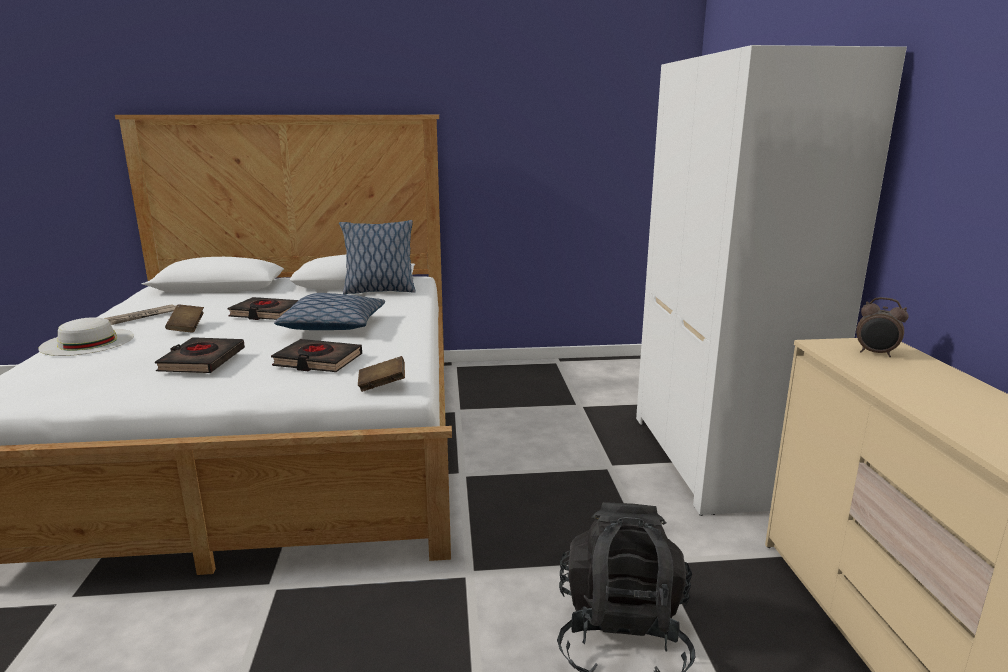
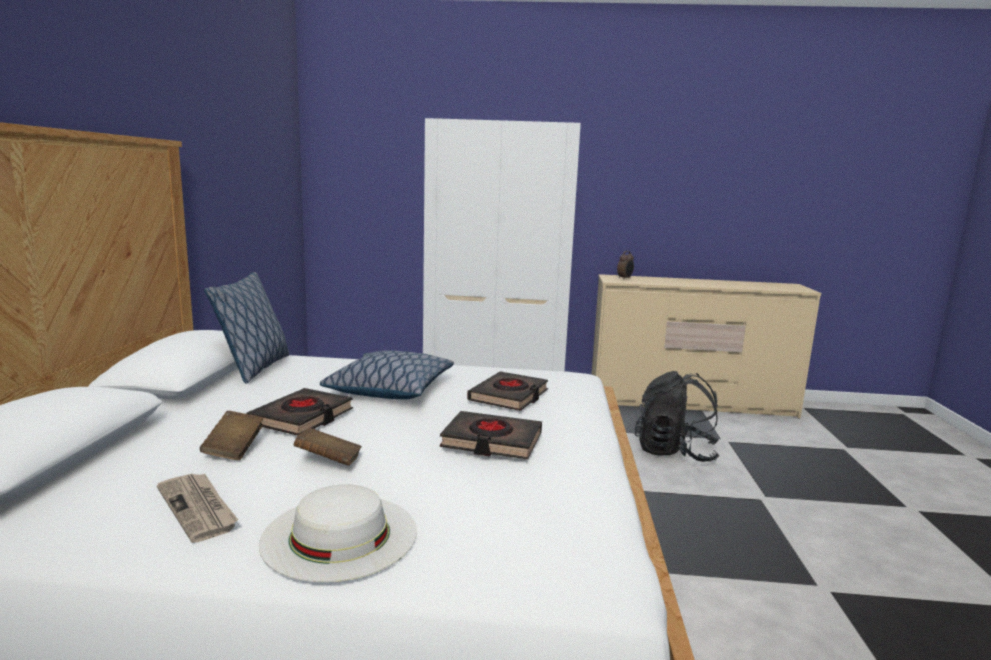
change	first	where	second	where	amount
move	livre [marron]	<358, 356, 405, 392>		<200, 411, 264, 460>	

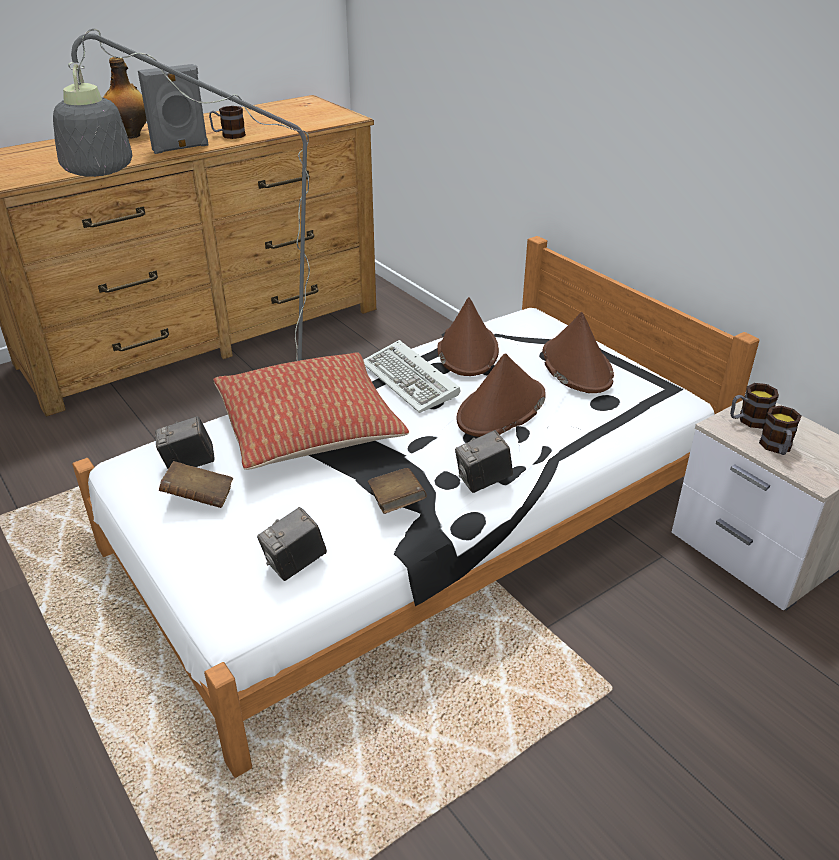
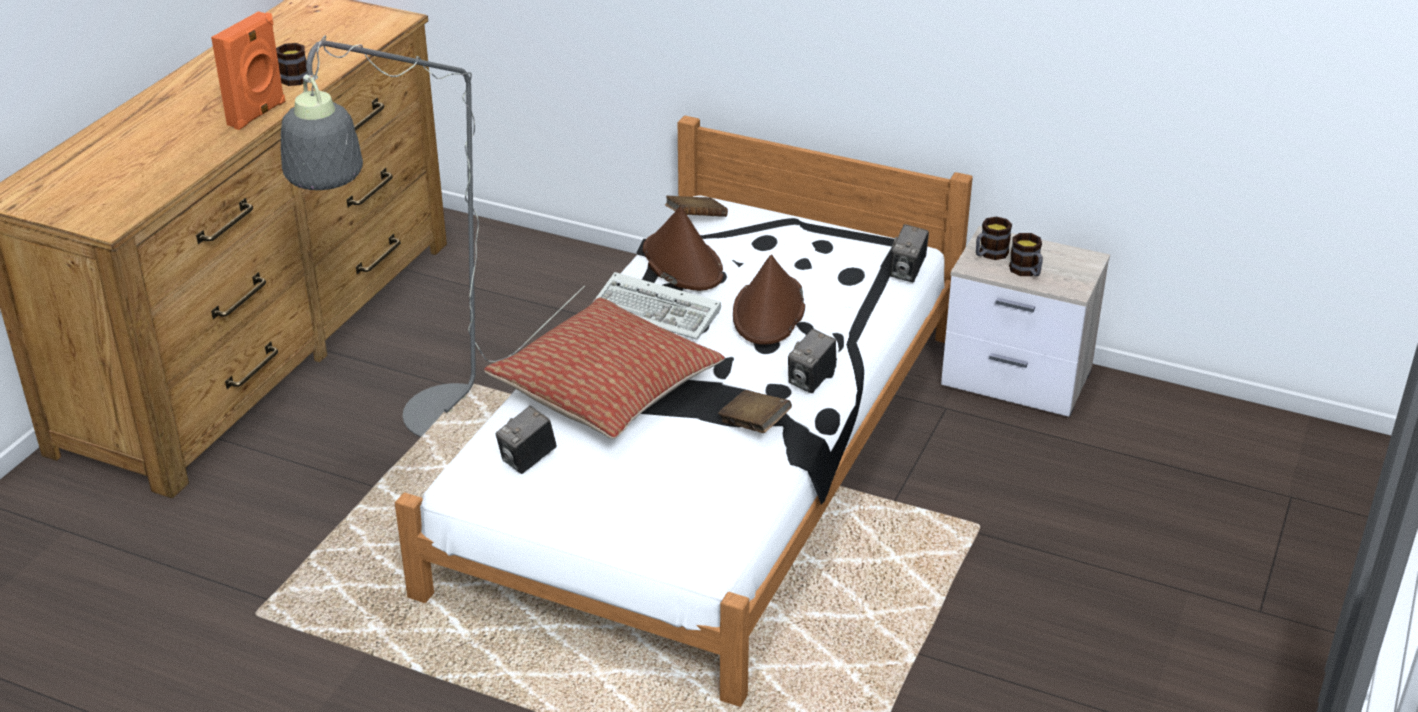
change	first	where	second	where	amount
delete	bouteille	<103, 57, 147, 139>			
delete	chapeau [marron]	<542, 312, 614, 393>			
move	livre [marron]	<159, 461, 233, 508>		<665, 196, 728, 217>	
move	appareil photo	<257, 507, 327, 581>		<889, 224, 929, 282>	
recolor	enceinte [gris]	<138, 64, 209, 154>	enceinte [orange]	<211, 11, 285, 130>	

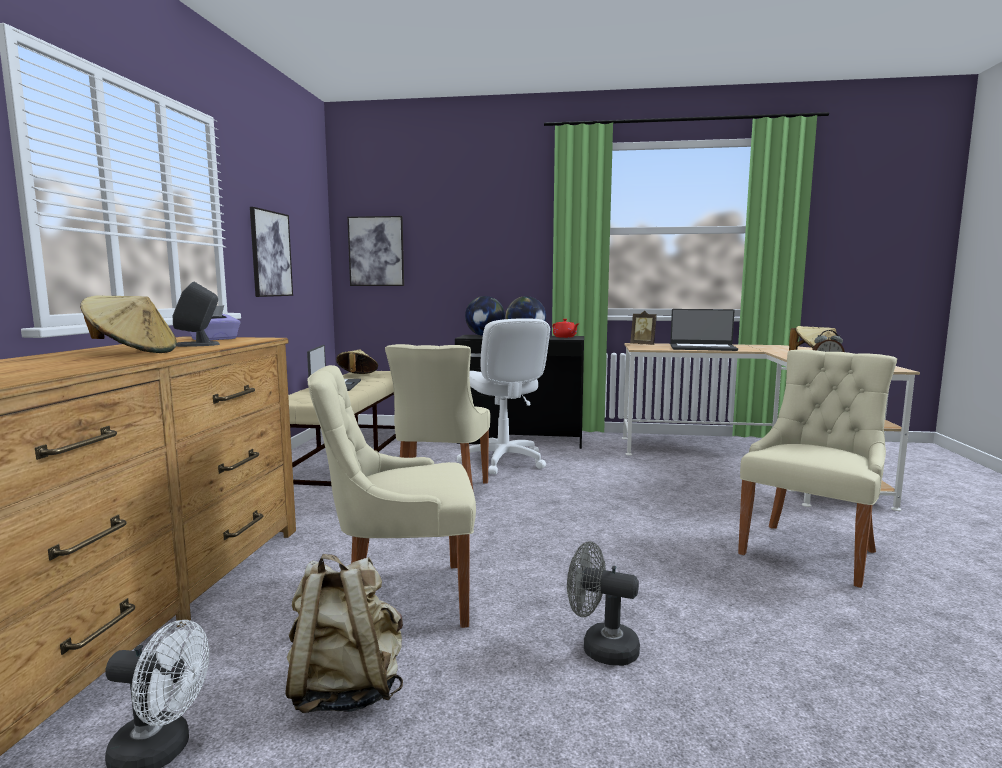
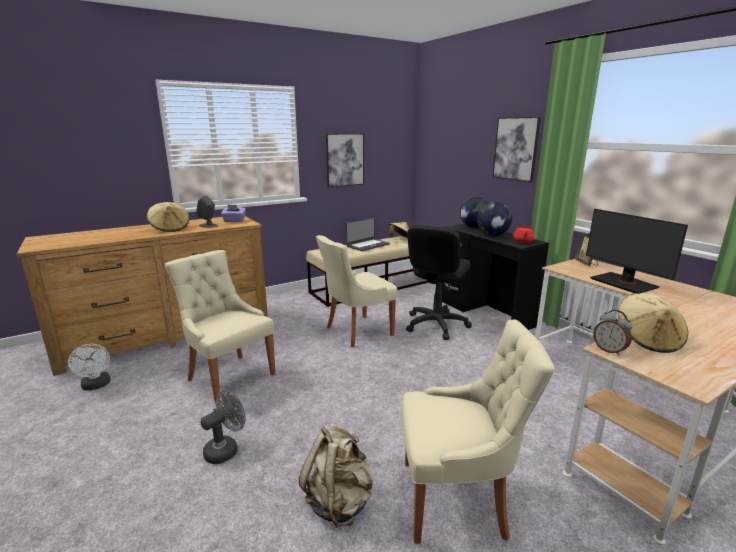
change	first	where	second	where	amount
move	sac à dos [beige]	<285, 554, 403, 713>		<299, 423, 373, 528>	
move	tableau	<347, 216, 404, 286>		<493, 117, 541, 182>	
replace	ordinateur portable	<670, 309, 738, 351>	écran d'ordinateur	<586, 209, 688, 294>	
recolor	chaise de bureau [blanc]	<457, 318, 550, 474>	chaise de bureau [noir]	<406, 225, 472, 340>	
rotate	ventilateur [gris]	<567, 541, 640, 666>		<201, 390, 246, 464>	60 degrees clockwise

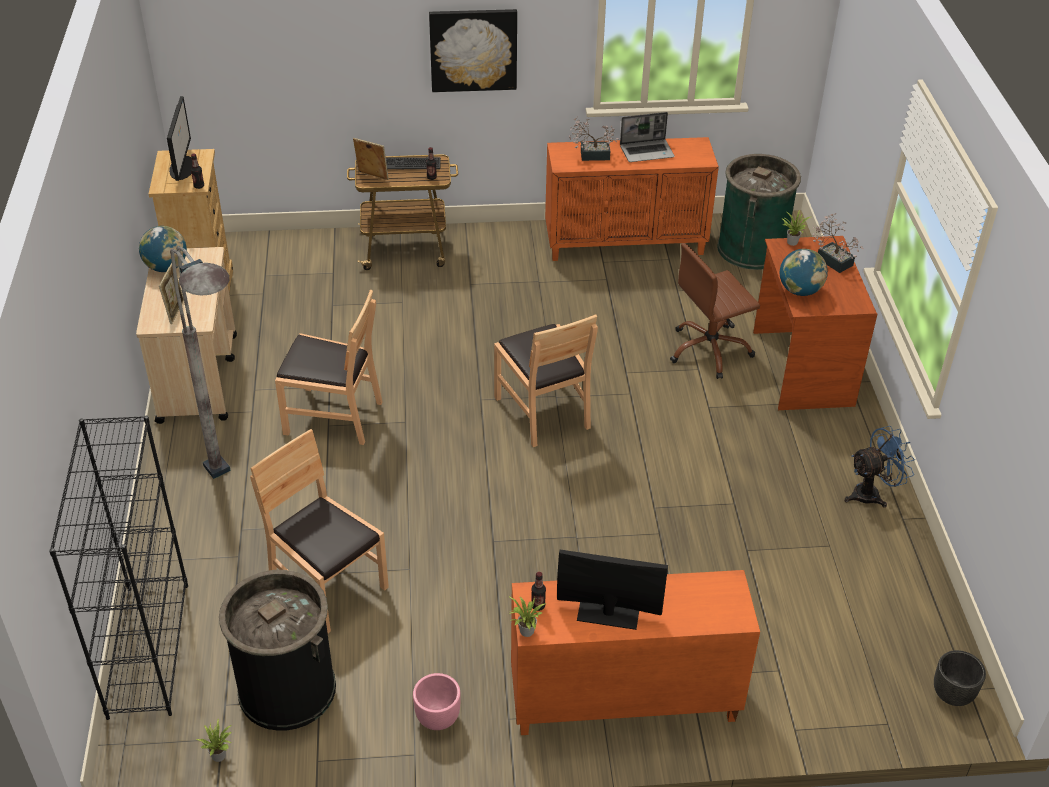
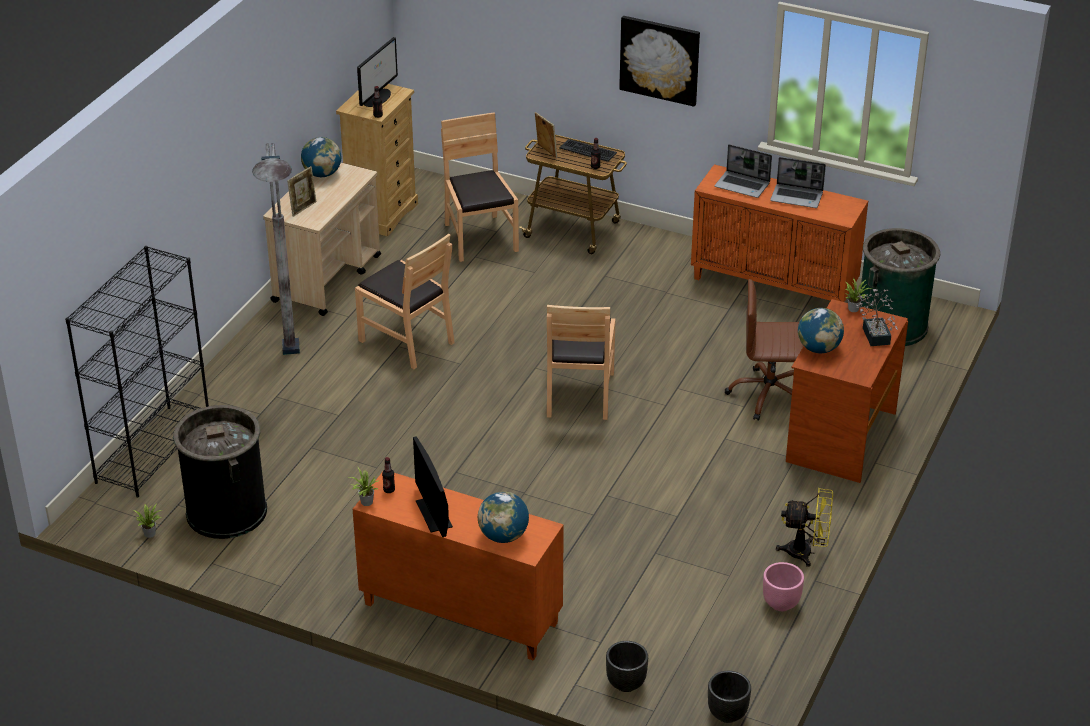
change	first	where	second	where	amount
insert			globe	<478, 492, 529, 543>	
insert			cache-pot [noir]	<606, 641, 648, 692>	
move	chaise [marron]	<250, 429, 389, 633>		<441, 112, 519, 262>	
move	cache-pot [rose]	<413, 673, 461, 730>		<763, 562, 804, 611>	
replace	plante en pot	<569, 116, 619, 161>	ordinateur portable	<714, 144, 772, 198>	
recolor	ventilateur [bleu]	<844, 426, 915, 508>	ventilateur [jaune]	<776, 488, 833, 567>	
rotate	écran d'ordinateur	<557, 550, 668, 630>		<413, 436, 453, 537>	150 degrees counterclockwise

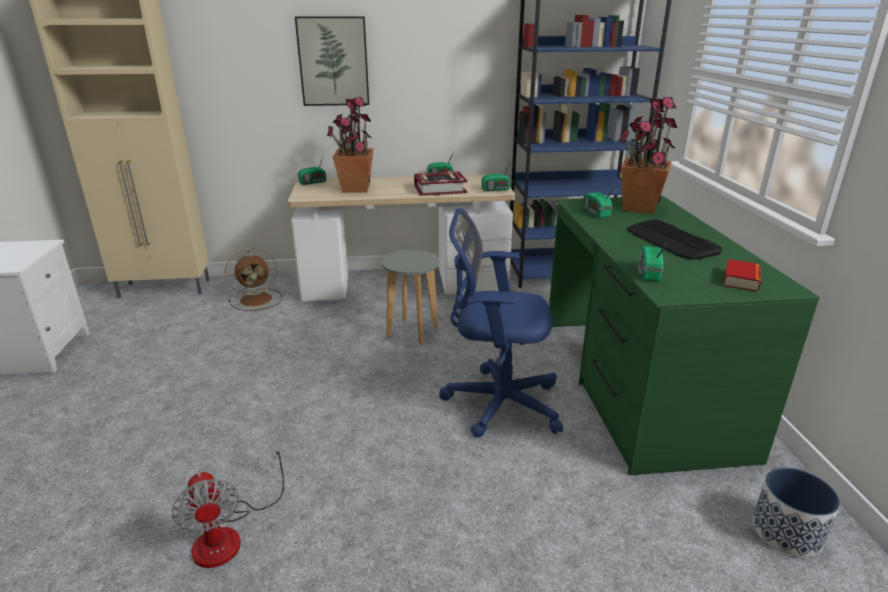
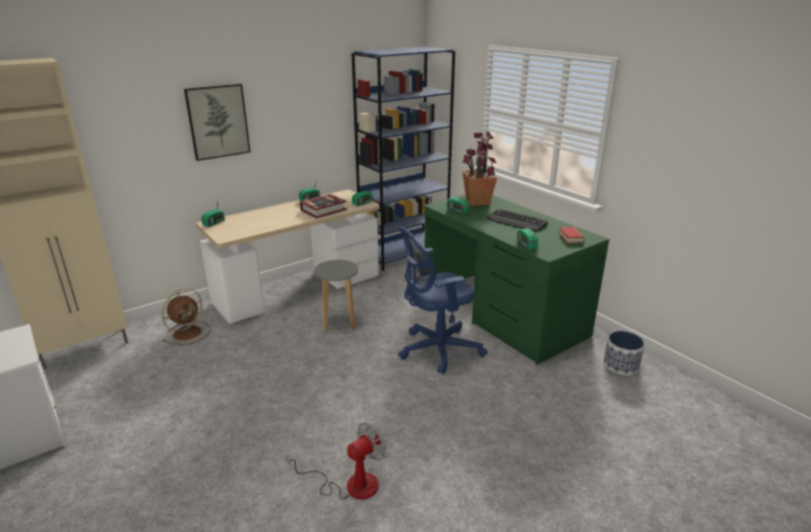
change	first	where	second	where	amount
delete	plante en pot	<327, 97, 373, 193>			
rotate	ventilateur	<171, 443, 284, 568>		<286, 422, 386, 500>	75 degrees counterclockwise

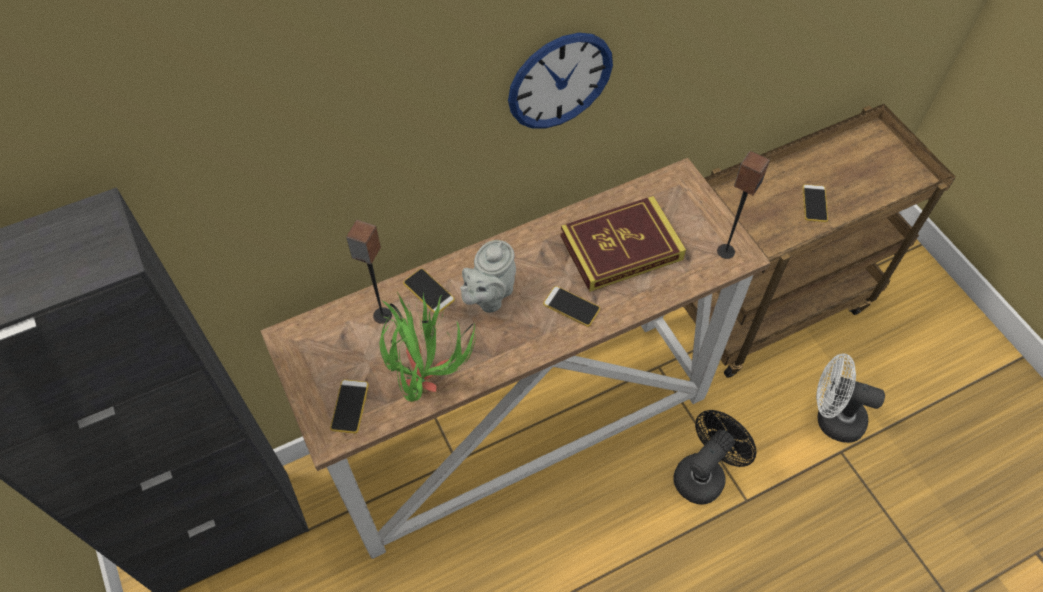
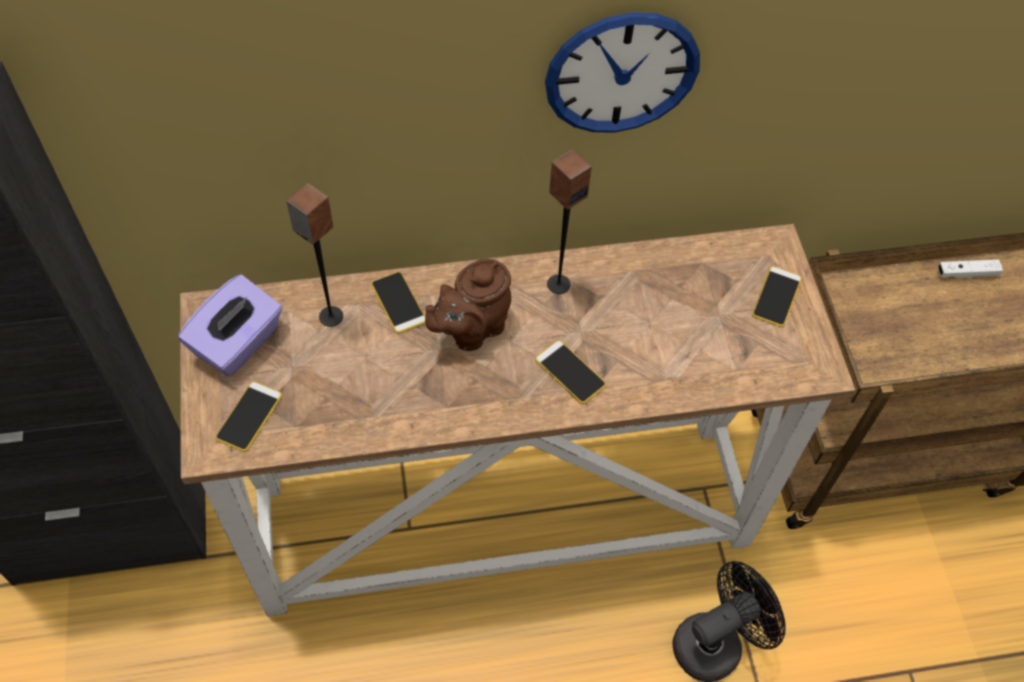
change	first	where	second	where	amount
delete	plante en pot	<380, 291, 476, 402>			
delete	livre	<560, 196, 686, 292>			
delete	ventilateur [blanc]	<816, 354, 885, 443>			
insert			boîte à mouchoirs [violet]	<178, 274, 282, 376>	
insert			manette [blanc]	<938, 259, 1003, 278>	
move	enceinte	<717, 151, 770, 259>		<547, 150, 591, 294>	
move	téléphone	<803, 184, 828, 222>		<752, 266, 802, 327>	
recolor	théière [gris]	<460, 240, 516, 313>	théière [marron]	<425, 259, 511, 351>	

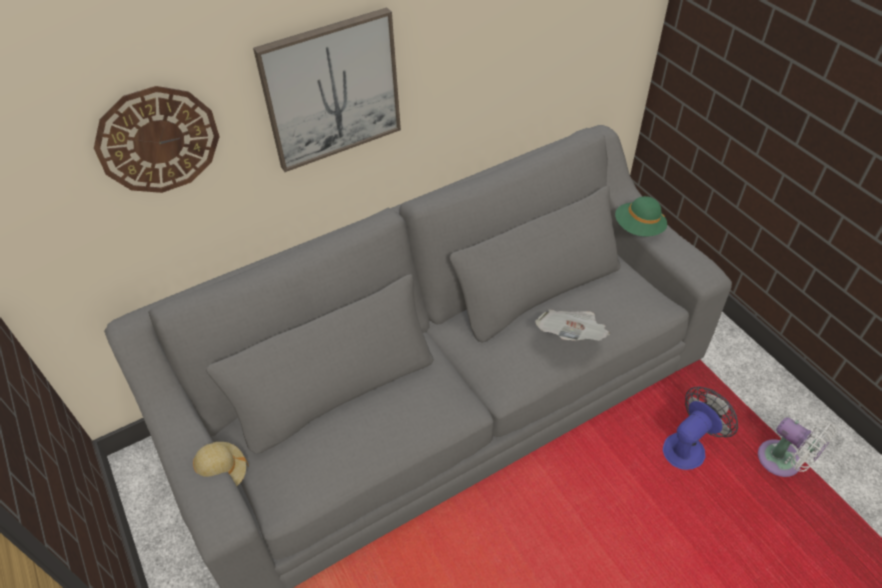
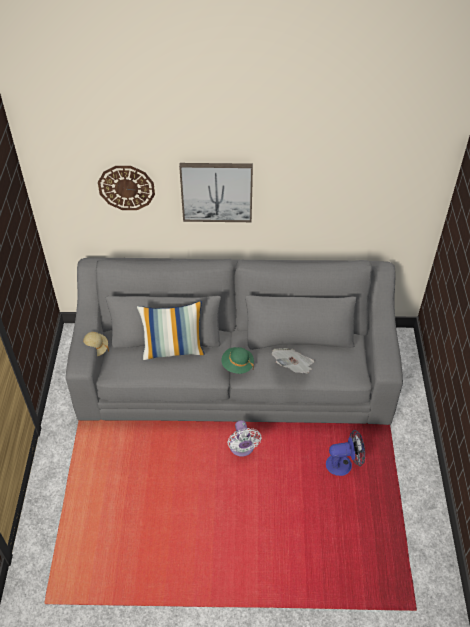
change	first	where	second	where	amount
insert			coussin	<137, 301, 205, 360>	
move	chapeau [vert]	<615, 196, 667, 236>		<222, 347, 254, 374>	
move	ventilateur [blanc]	<758, 417, 837, 477>		<227, 420, 262, 457>	

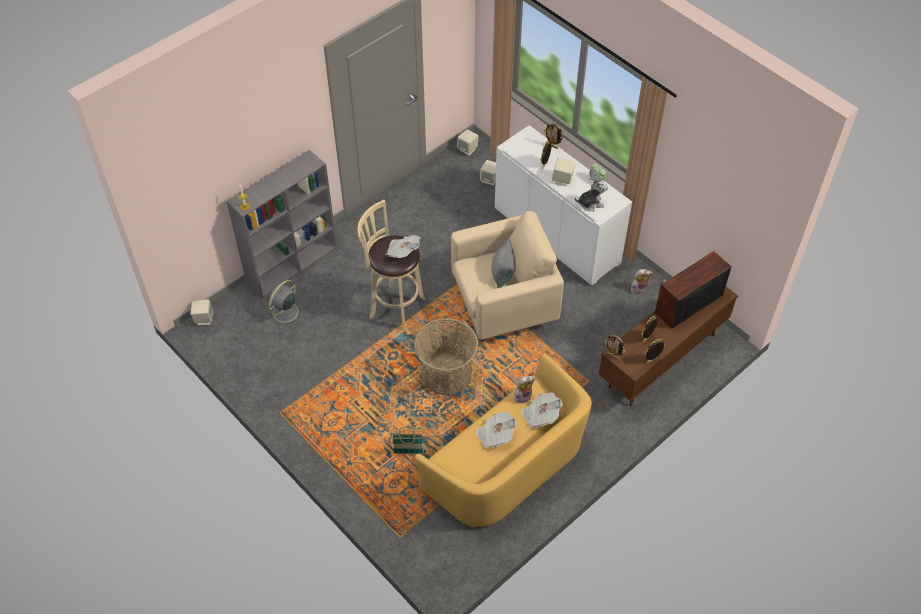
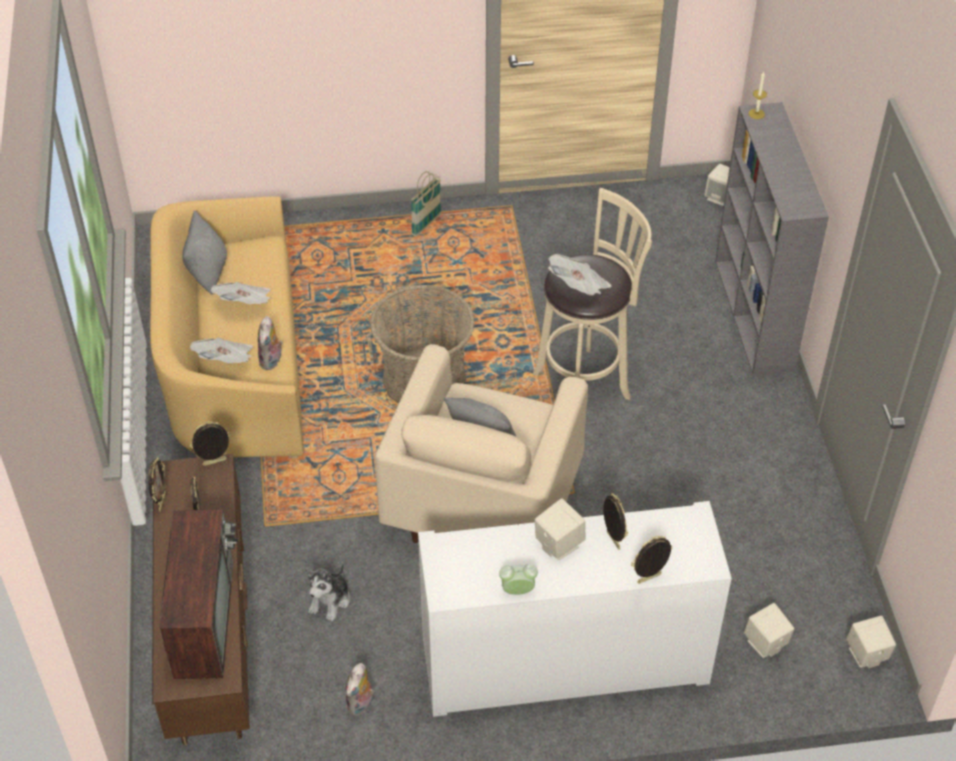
change	first	where	second	where	amount
delete	ventilateur [gris]	<266, 280, 304, 329>			
insert			coussin [gris]	<182, 210, 227, 295>	
move	panier	<392, 427, 424, 454>		<411, 171, 441, 237>	
move	peluche	<575, 179, 608, 211>		<306, 563, 350, 621>	

